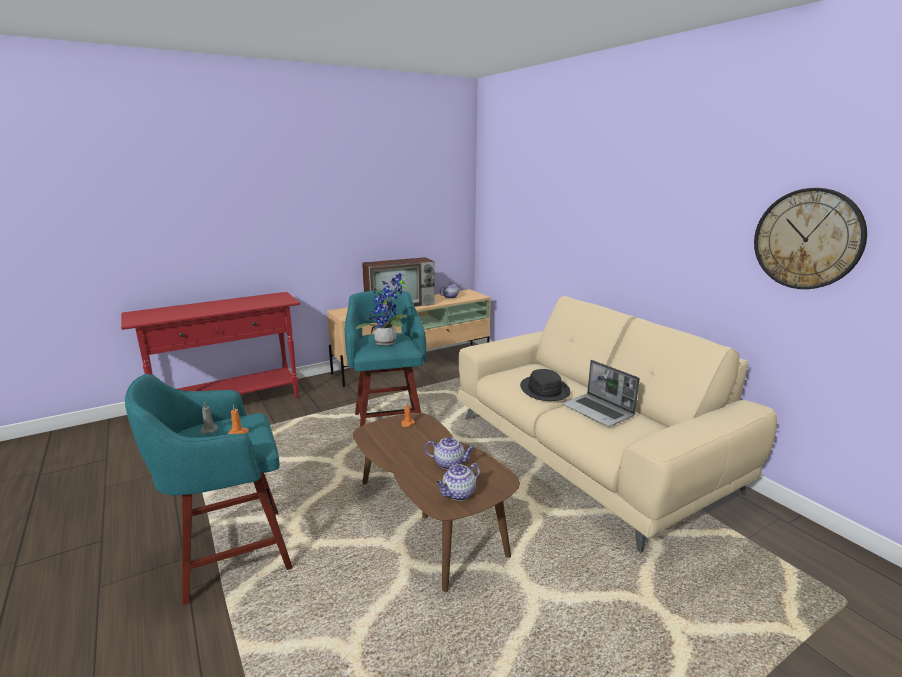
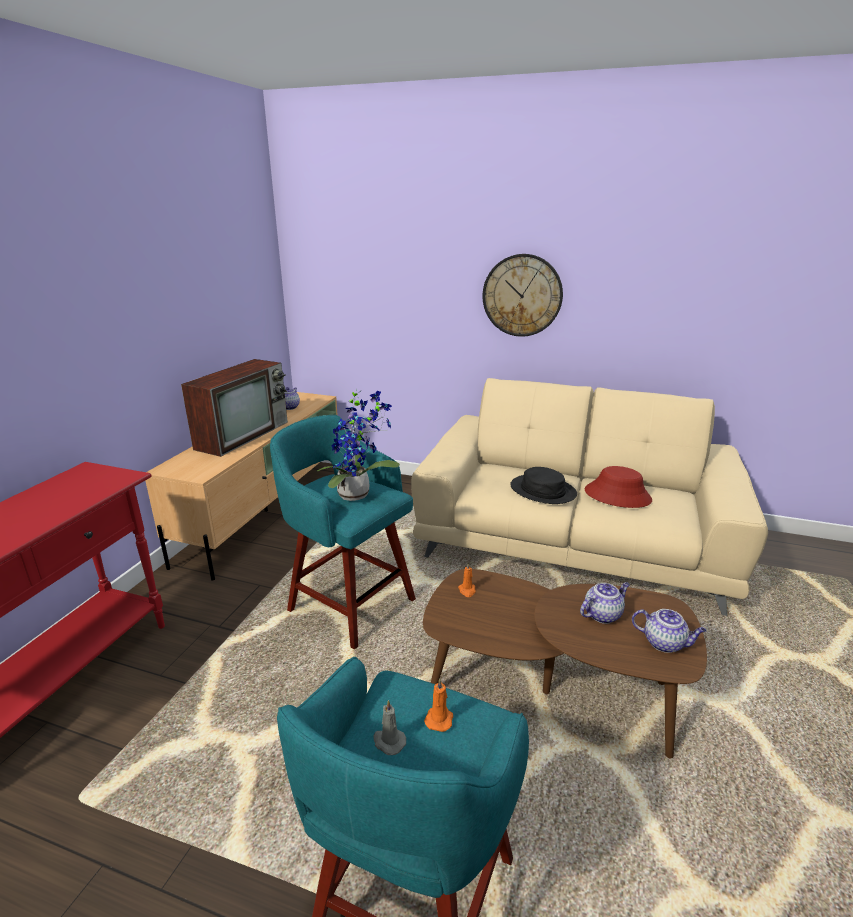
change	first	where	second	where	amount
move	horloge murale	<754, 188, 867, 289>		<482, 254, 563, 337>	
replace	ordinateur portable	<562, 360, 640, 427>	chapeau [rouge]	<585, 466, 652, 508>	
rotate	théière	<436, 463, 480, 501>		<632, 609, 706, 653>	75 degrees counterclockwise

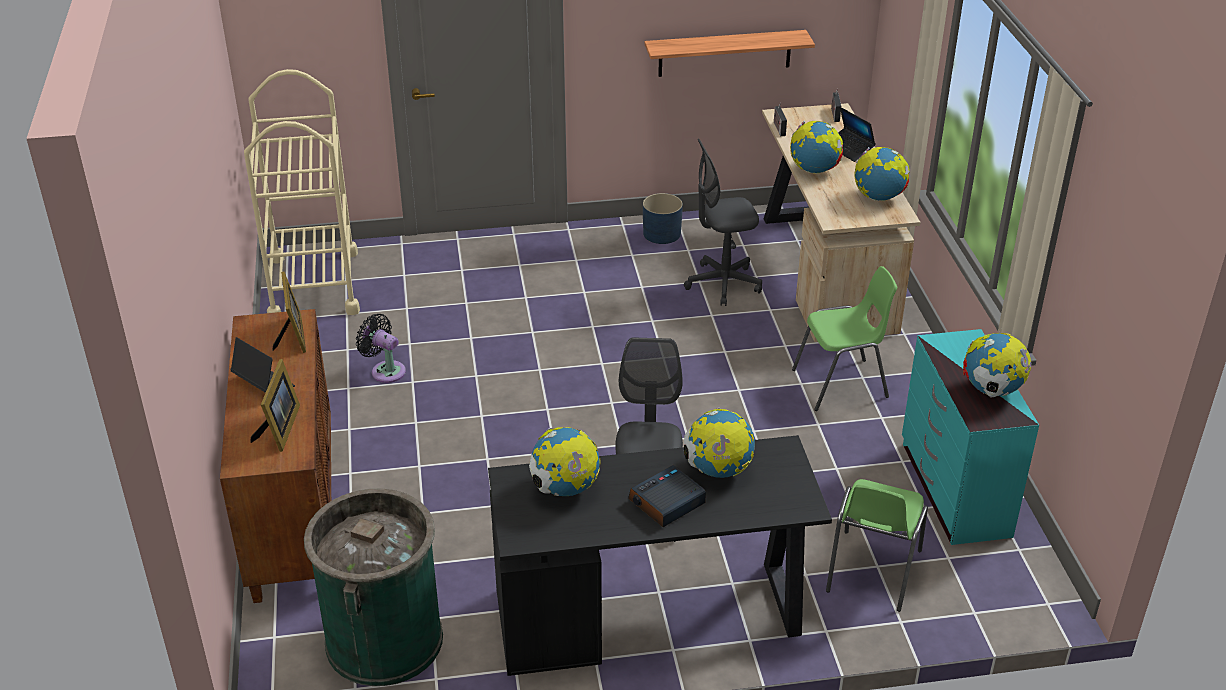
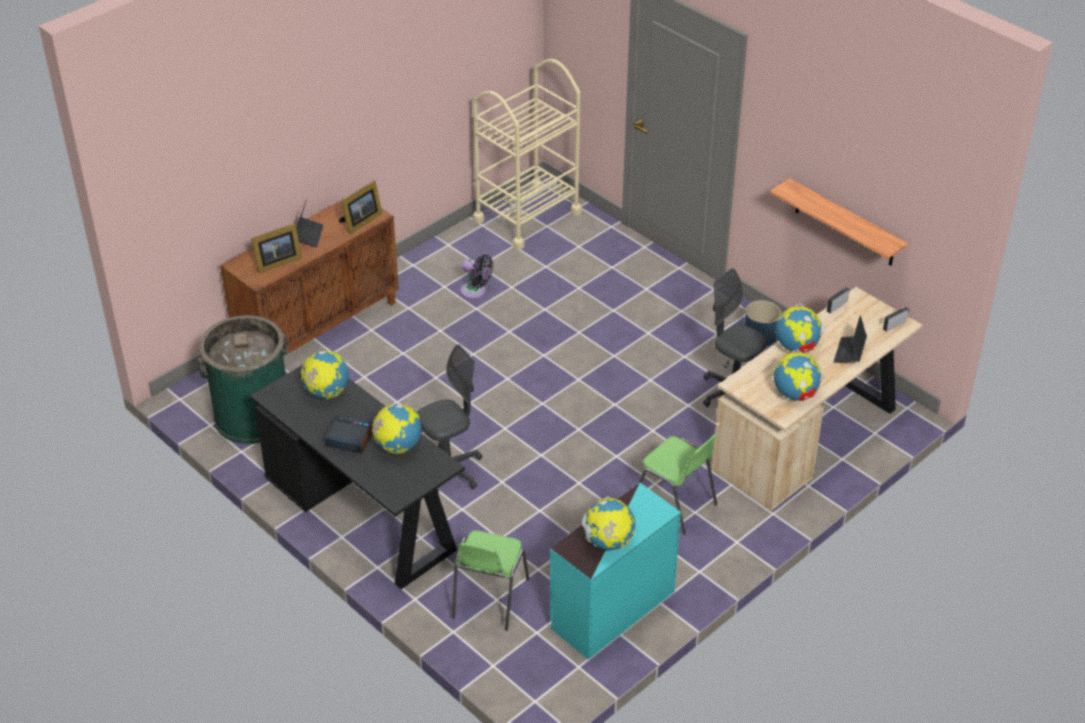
change	first	where	second	where	amount
rotate	ventilateur [noir]	<356, 314, 406, 383>		<460, 255, 493, 299>	120 degrees clockwise
rotate	chaise [vert]	<826, 479, 928, 612>		<452, 530, 529, 631>	60 degrees counterclockwise

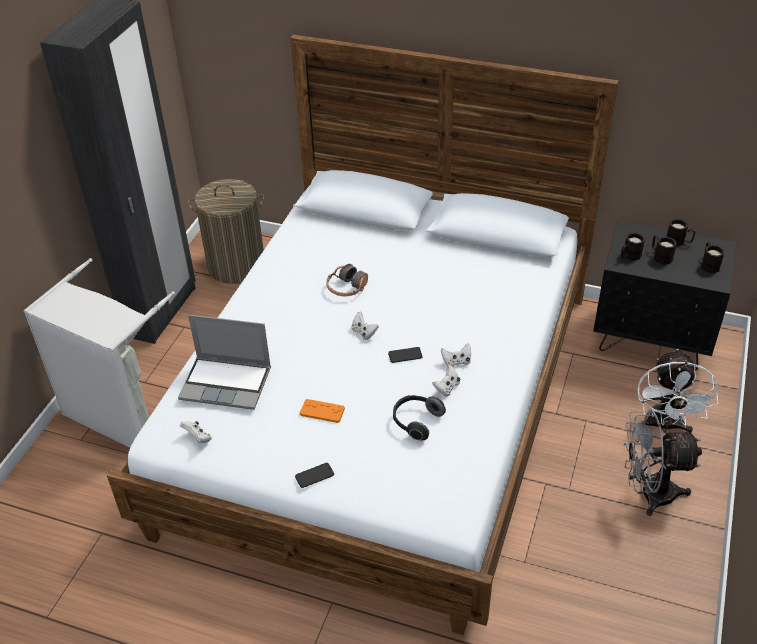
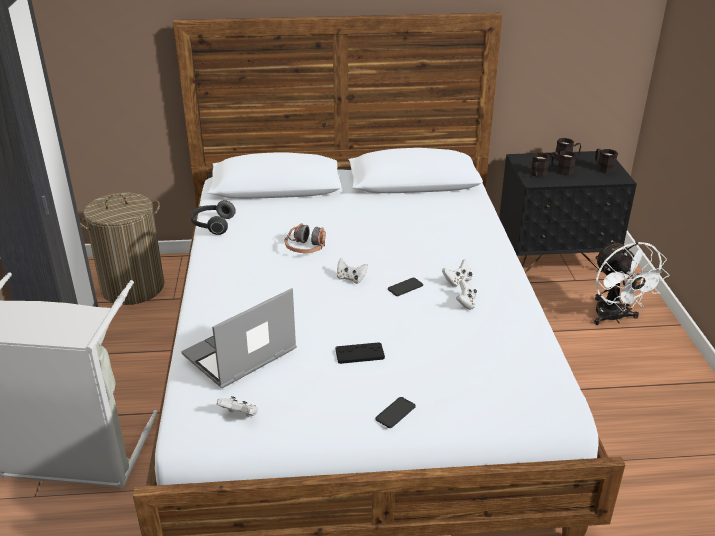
change	first	where	second	where	amount
delete	ventilateur [gris]	<623, 411, 702, 516>			
move	casque audio	<393, 395, 446, 440>		<191, 200, 236, 235>	
recolor	manette [orange]	<300, 399, 345, 423>	manette [noir]	<335, 342, 385, 364>	
rotate	ordinateur portable	<178, 315, 271, 410>		<181, 288, 297, 388>	150 degrees clockwise

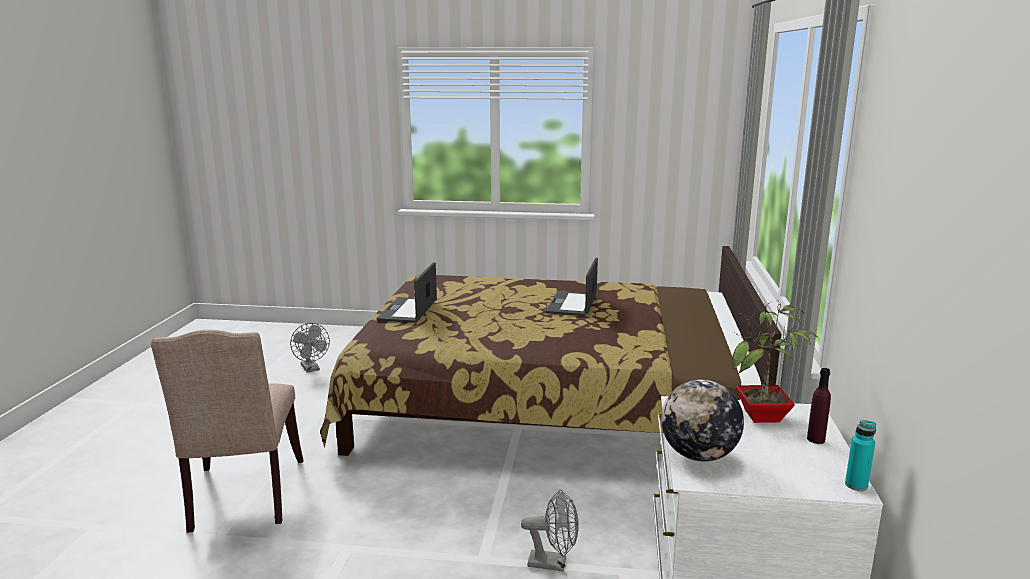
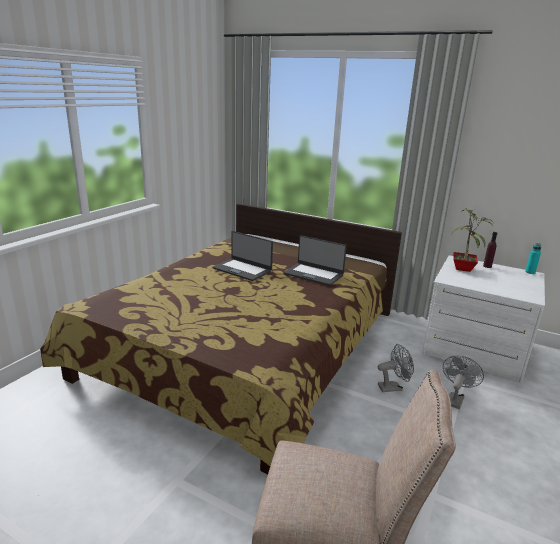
change	first	where	second	where	amount
delete	globe	<661, 380, 744, 462>			
move	ventilateur [gris]	<290, 323, 330, 373>		<378, 344, 414, 392>	
move	ordinateur portable	<376, 262, 437, 323>		<284, 235, 347, 286>	

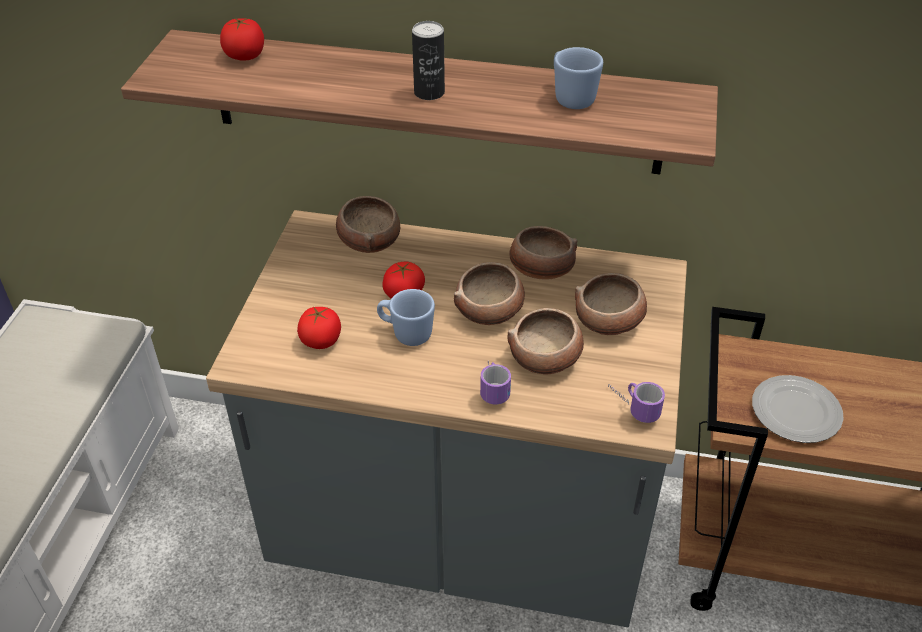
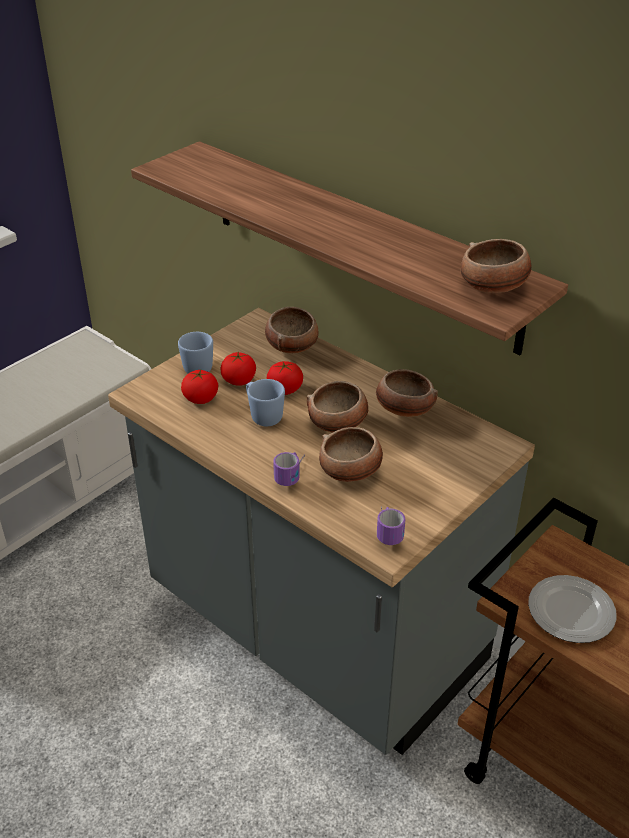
change	first	where	second	where	amount
delete	boîte métallique	<412, 21, 445, 100>			
move	tomate	<220, 18, 264, 61>		<220, 352, 256, 386>	
move	mug [bleu]	<554, 47, 603, 109>		<178, 332, 213, 373>	
move	bol	<575, 273, 647, 335>		<461, 239, 532, 293>	

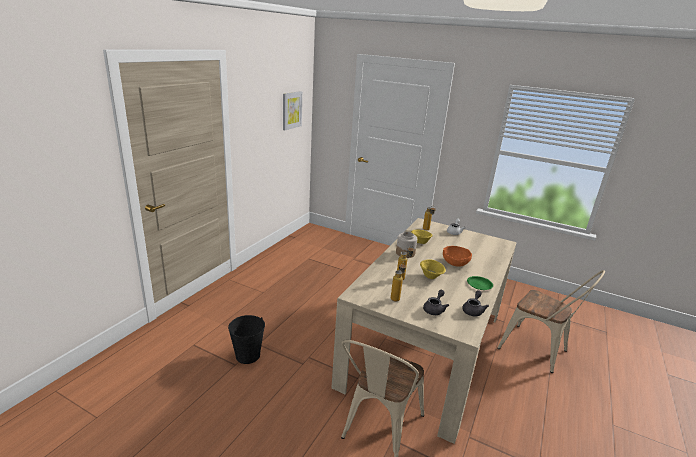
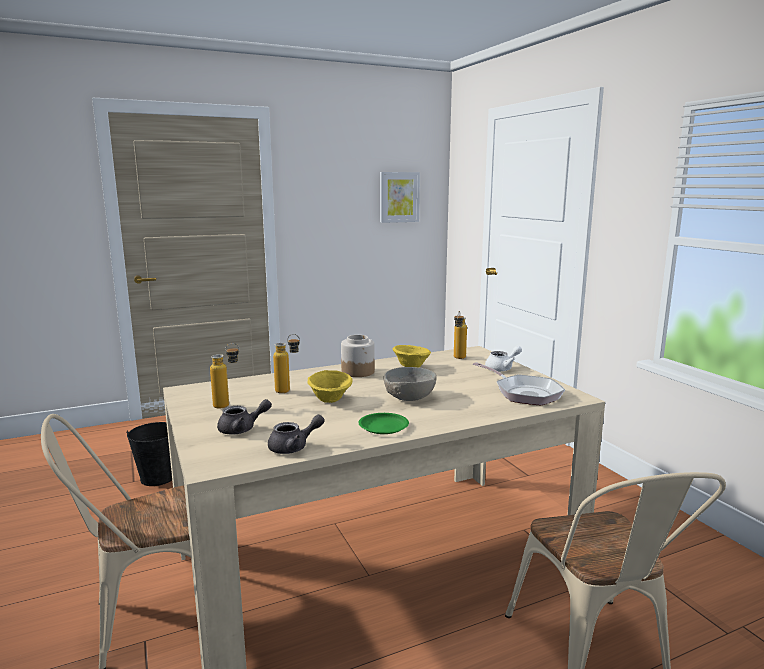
change	first	where	second	where	amount
insert			poêle	<473, 362, 565, 405>	
recolor	bol [orange]	<443, 246, 472, 267>	bol [gris]	<384, 367, 437, 401>	

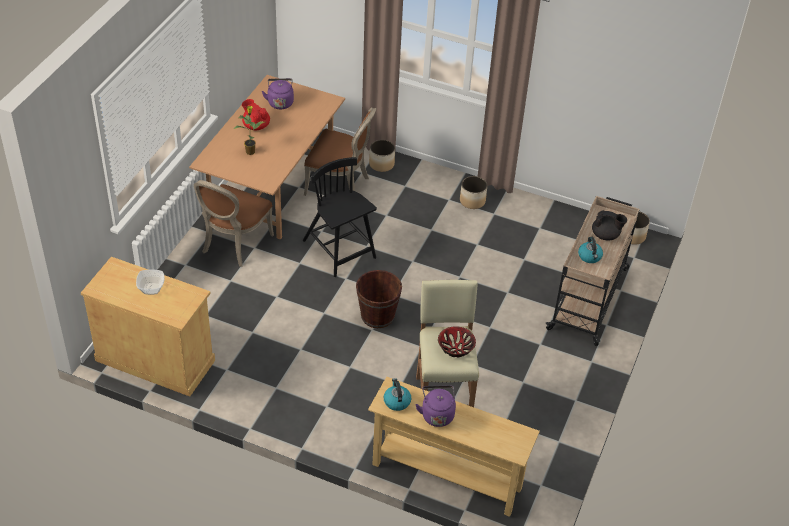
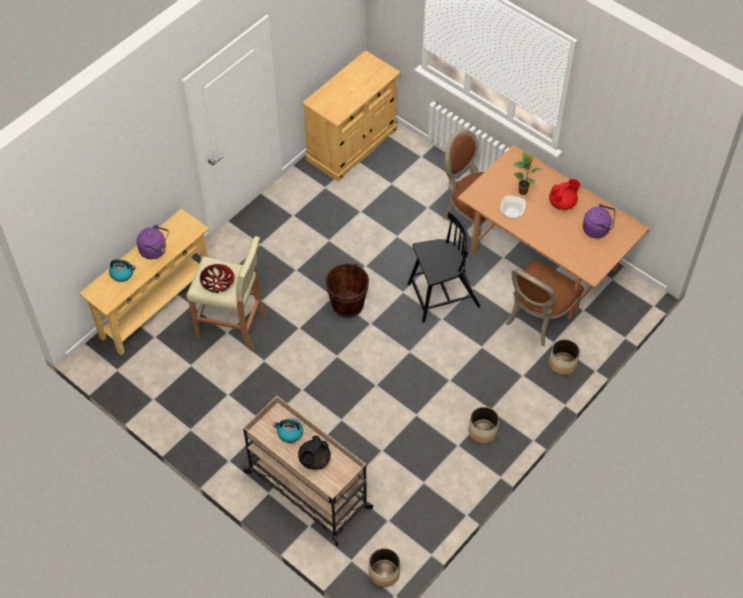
change	first	where	second	where	amount
move	bol	<136, 269, 165, 295>		<500, 196, 526, 219>	
move	bouilloire	<384, 378, 411, 411>		<109, 259, 136, 282>	

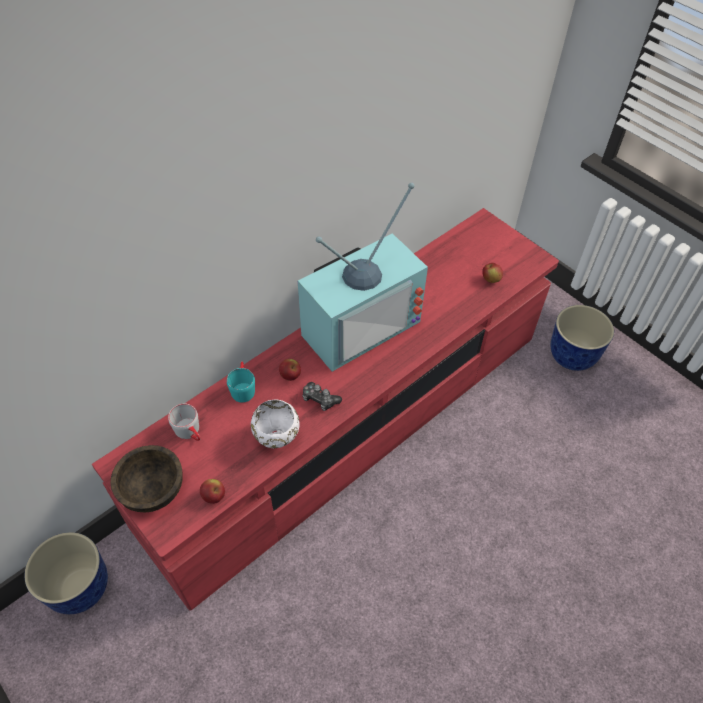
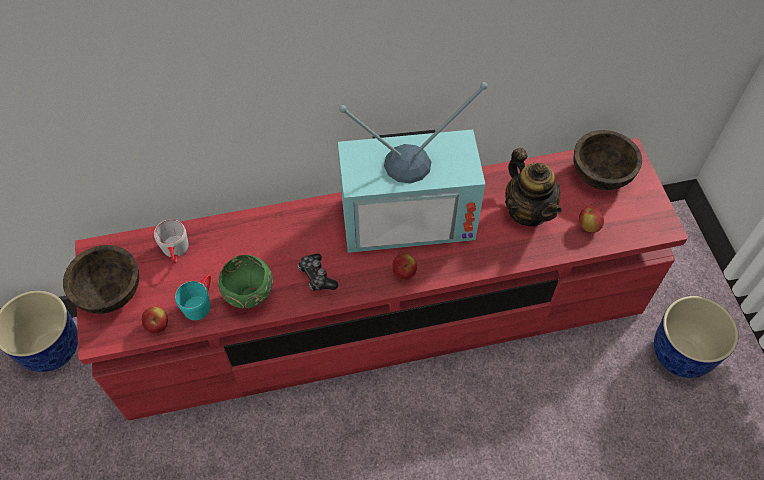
change	first	where	second	where	amount
insert			théière	<505, 148, 562, 226>	
insert			bol [marron]	<574, 130, 642, 190>	
move	mug [turquoise]	<227, 361, 255, 403>		<175, 274, 211, 320>	
move	pomme	<279, 359, 301, 381>		<392, 253, 417, 279>	
recolor	bol [blanc]	<251, 400, 300, 448>	bol [vert]	<218, 255, 273, 308>	

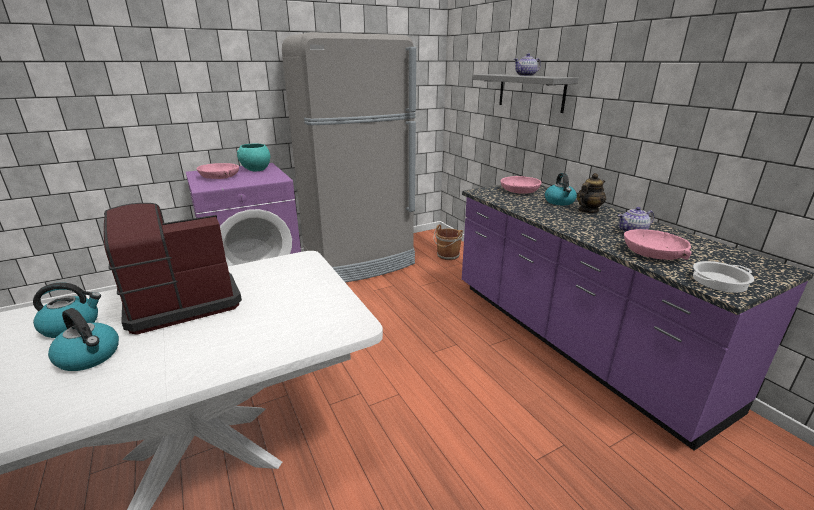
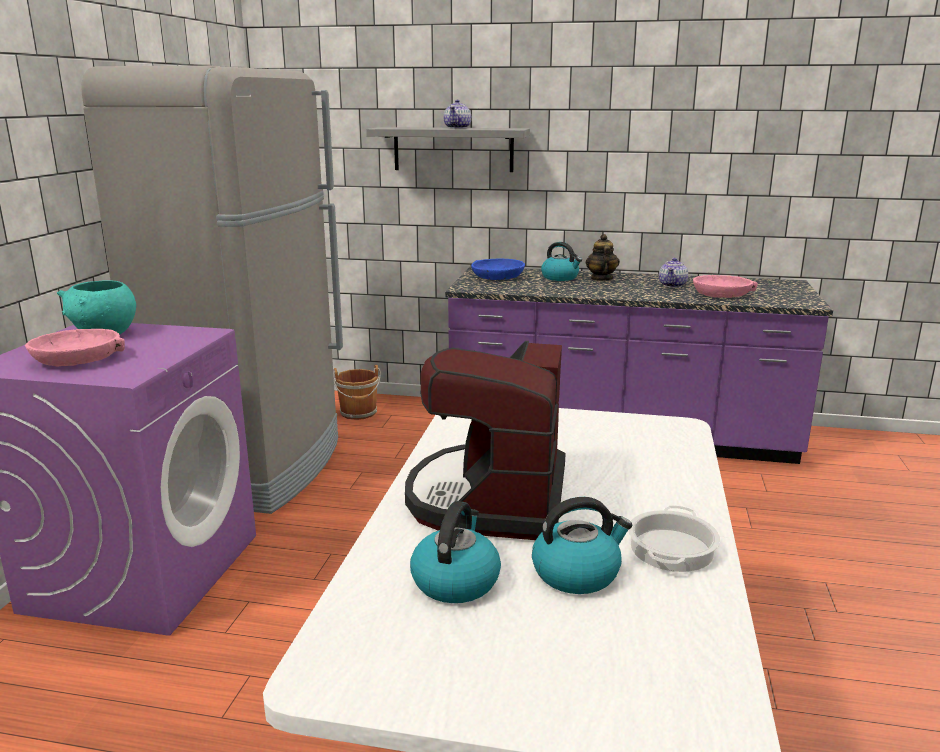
change	first	where	second	where	amount
move	marmite	<693, 261, 754, 293>		<628, 505, 720, 572>	
recolor	bol [rose]	<500, 176, 542, 194>	bol [bleu]	<471, 258, 525, 280>	

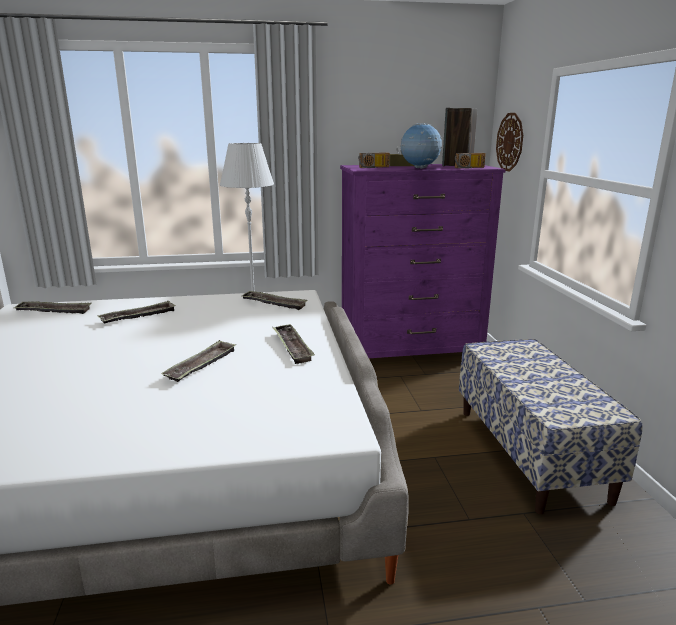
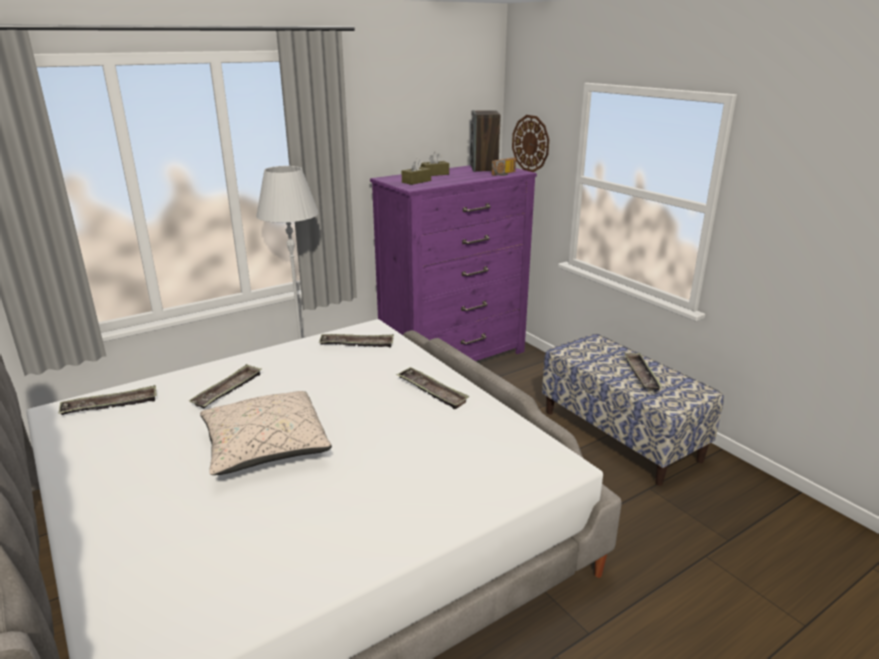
change	first	where	second	where	amount
delete	globe	<401, 123, 442, 169>			
insert			coussin [beige]	<200, 391, 332, 475>	
move	plateau	<161, 340, 236, 382>		<624, 353, 663, 390>	
replace	radio	<358, 152, 390, 168>	boîte à mouchoirs [marron]	<402, 158, 431, 185>	

